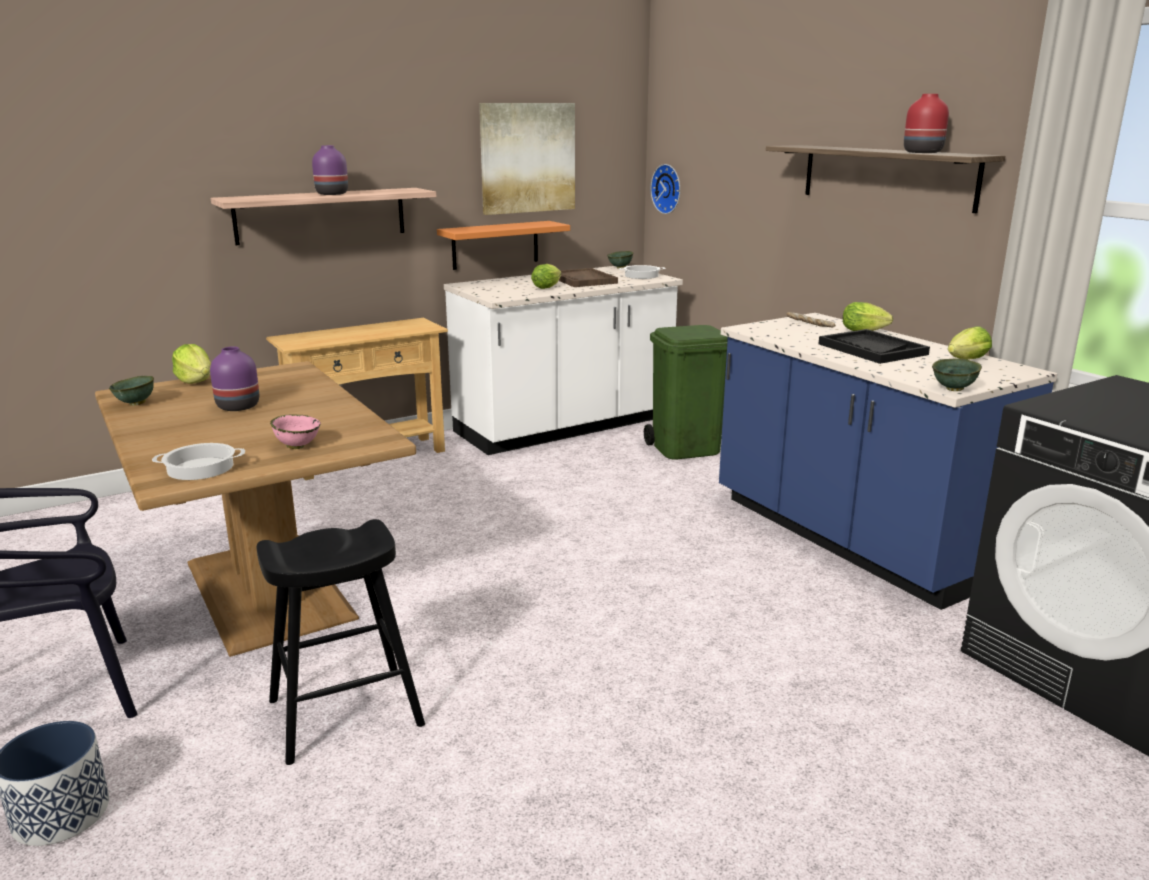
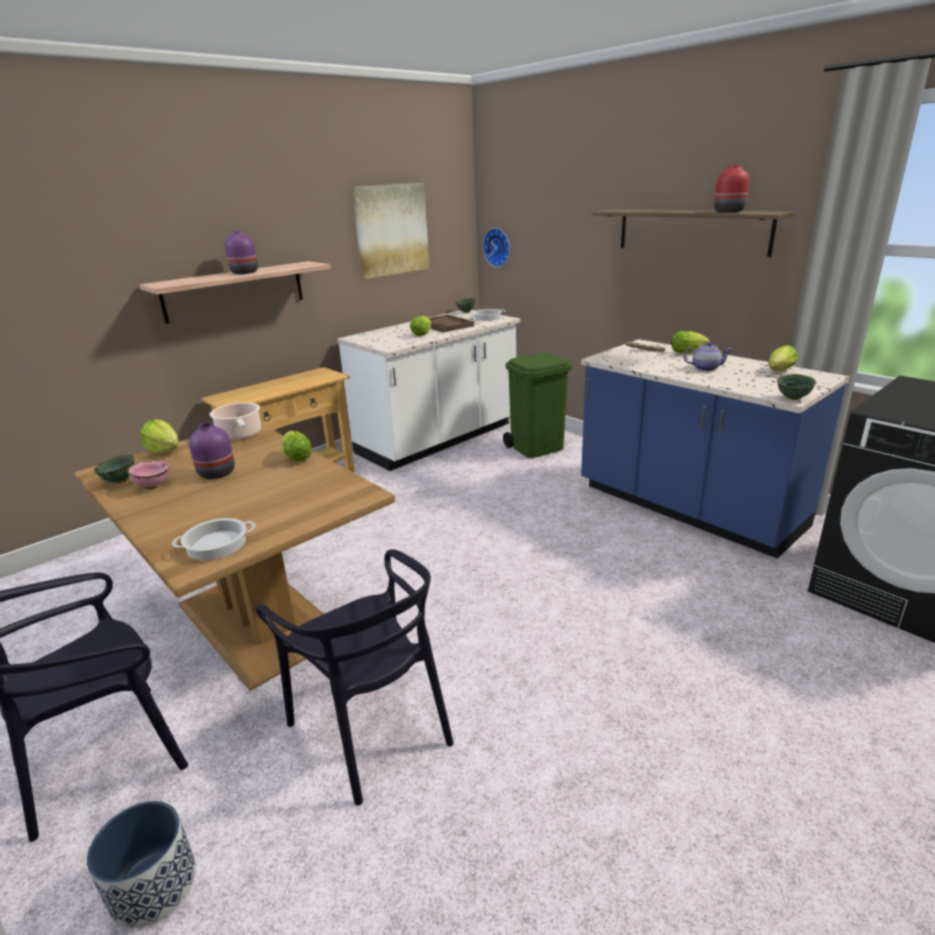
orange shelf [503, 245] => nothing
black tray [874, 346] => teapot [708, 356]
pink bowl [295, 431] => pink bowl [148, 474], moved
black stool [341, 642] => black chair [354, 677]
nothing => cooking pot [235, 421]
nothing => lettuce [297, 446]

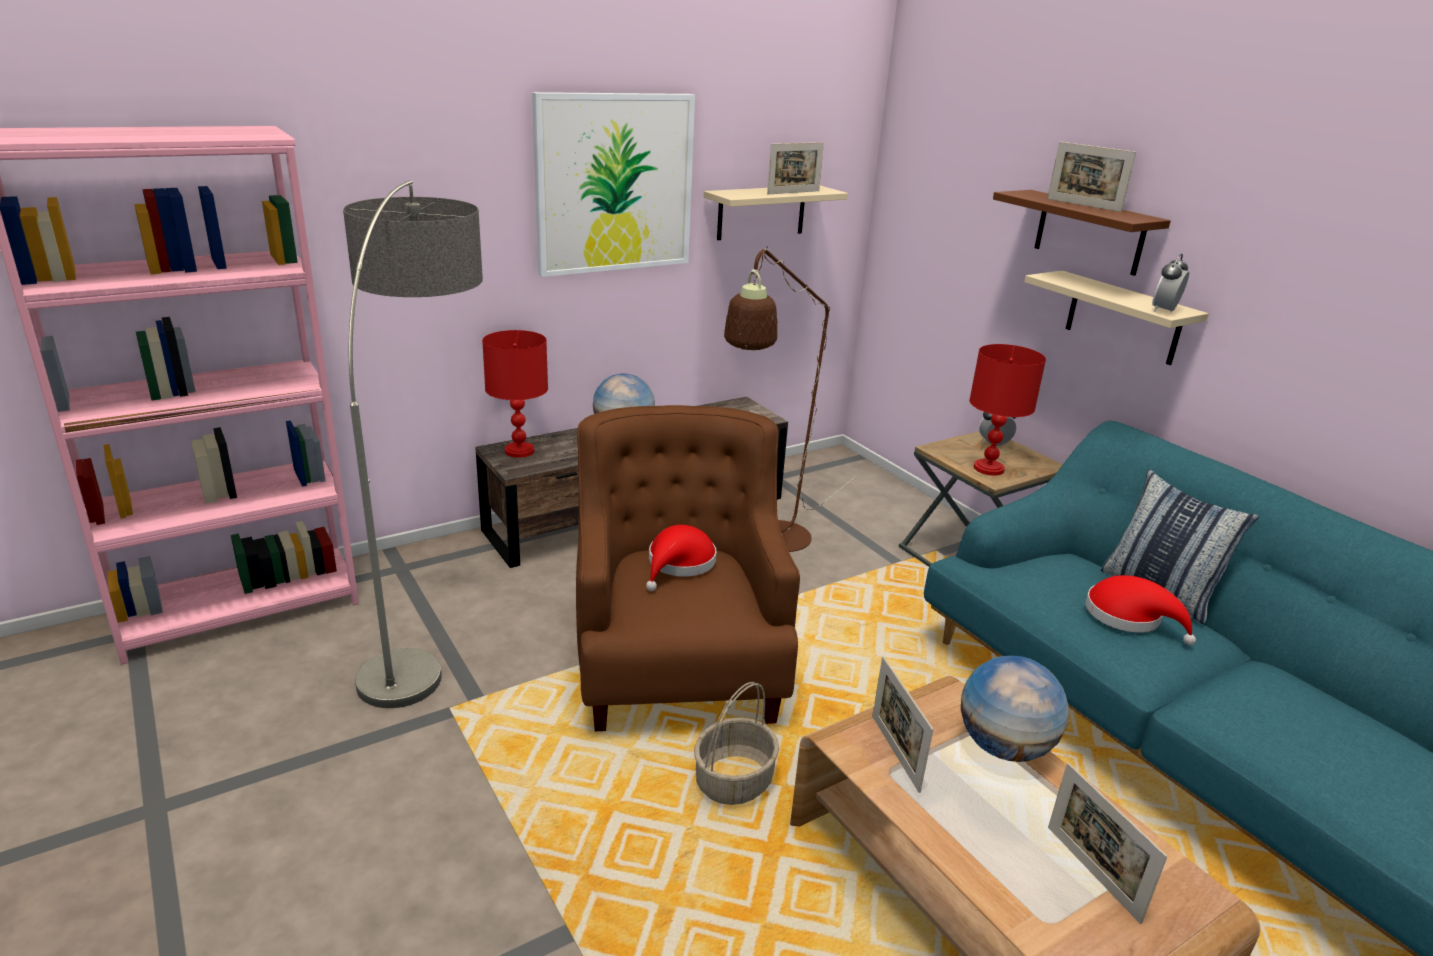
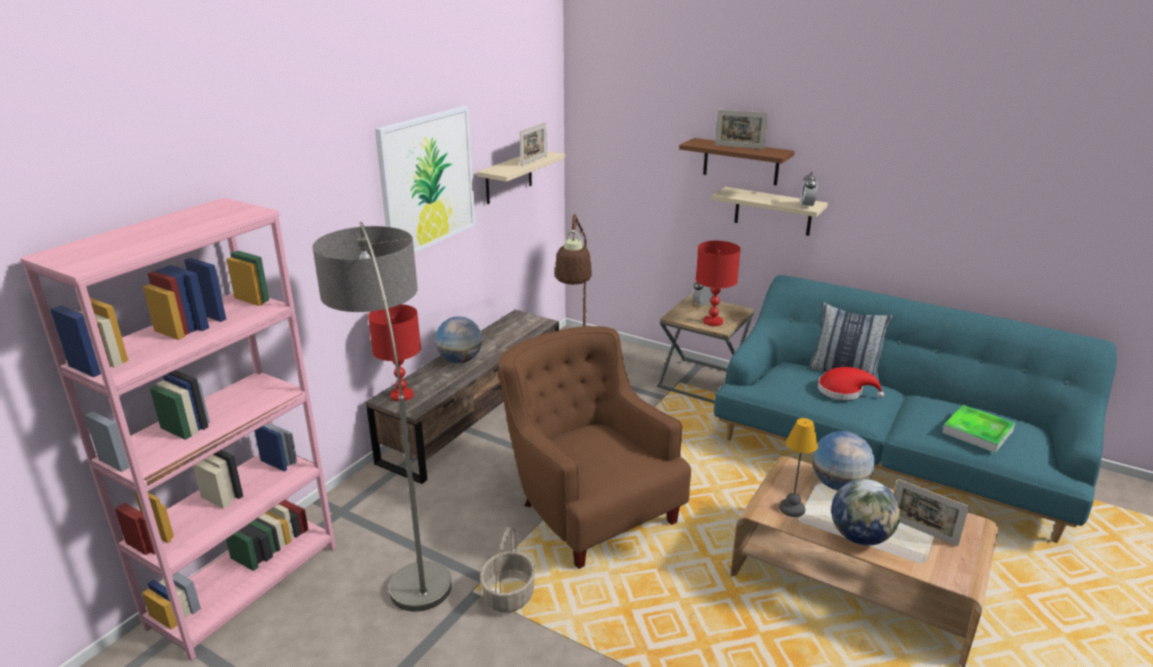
red hat [681, 558] => nothing
picture frame [902, 724] => table lamp [798, 467]
basket [736, 743] => basket [508, 569], moved
nothing => tray [978, 429]
nothing => globe [865, 512]

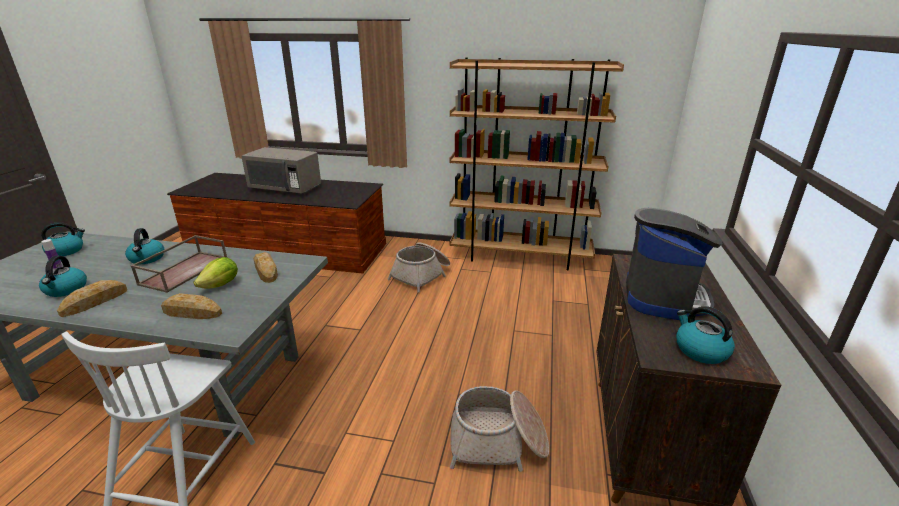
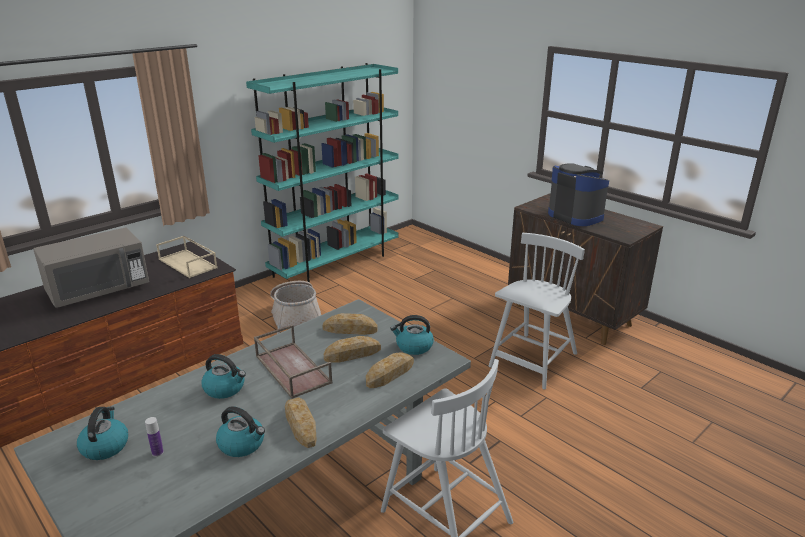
brown bookcase [537, 164] => turquoise bookcase [322, 173]
lettuce [215, 273] => bread [352, 349]
kettle [705, 335] => kettle [412, 335], moved
basket [499, 429] => white chair [537, 311]
nothing => beige tray [187, 257]

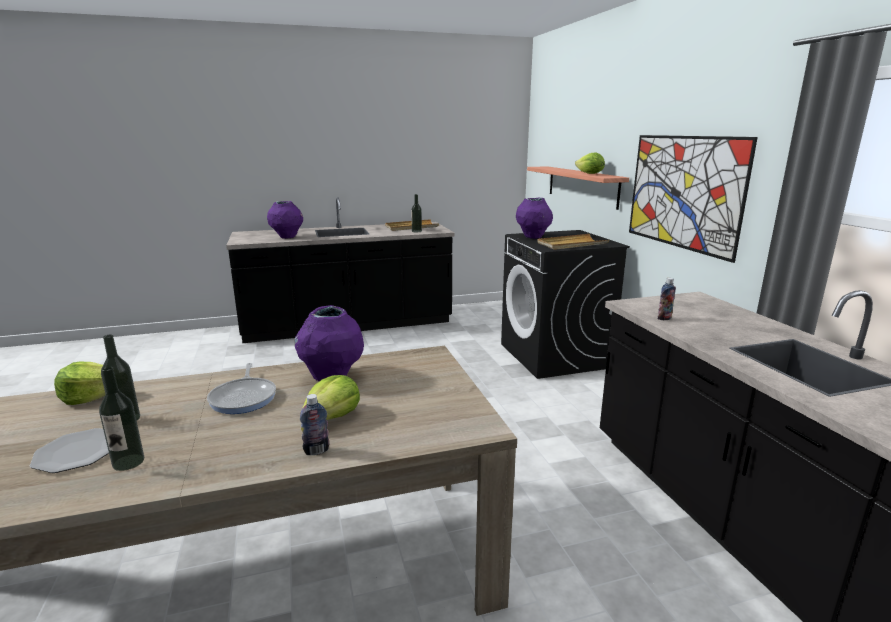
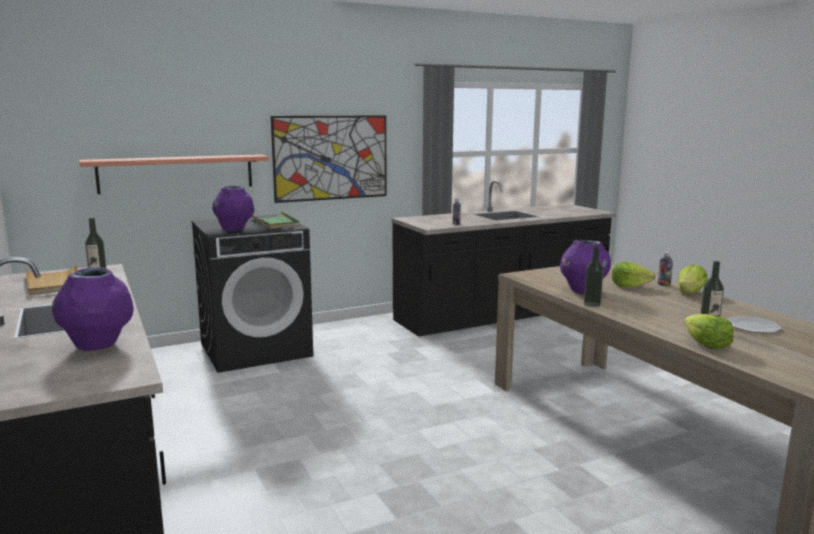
lettuce [590, 163] => lettuce [692, 279], moved
beige tray [573, 242] => green tray [276, 220]
frying pan [241, 388] => nothing
bottle [121, 419] => bottle [593, 276], moved

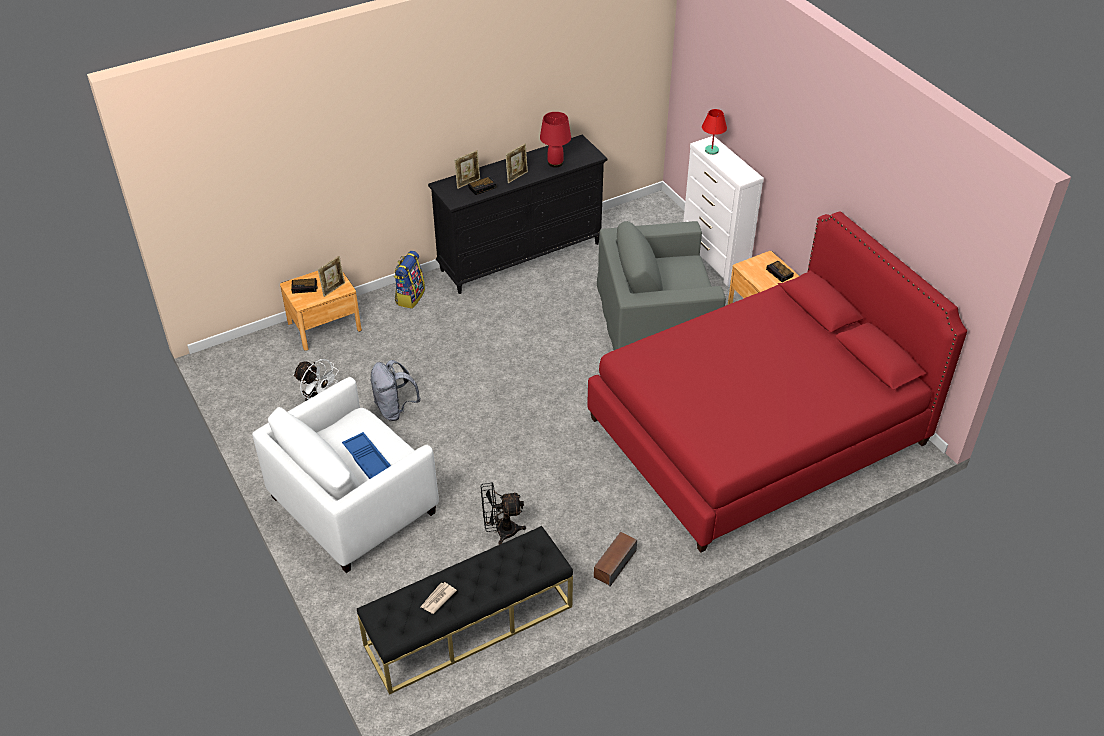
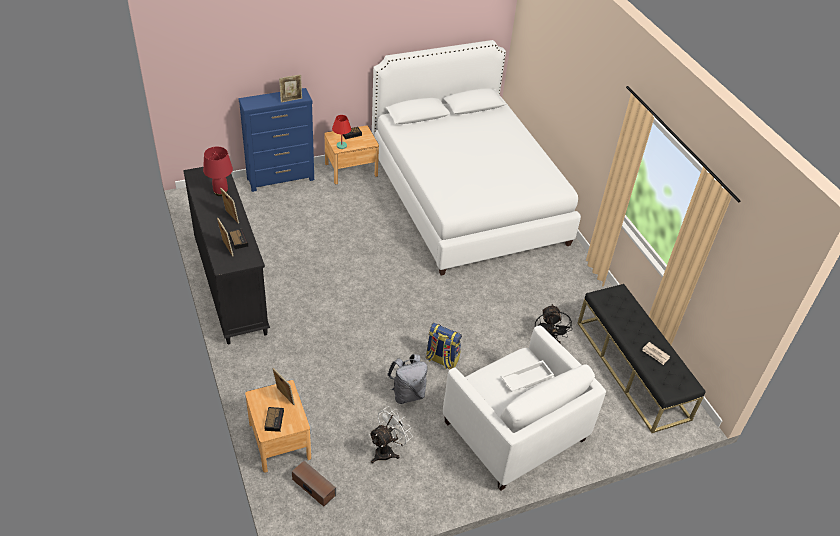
red table lamp [714, 132] => red table lamp [341, 132], moved
white dresser [723, 211] => blue dresser [276, 140]
red bed [777, 382] => white bed [476, 158]
grey armchair [661, 285] => nothing
backpack [409, 280] => backpack [444, 346], moved
blue tray [366, 455] => white tray [527, 375]
speaker [615, 559] => speaker [314, 484], moved
nothing => picture frame [290, 89]

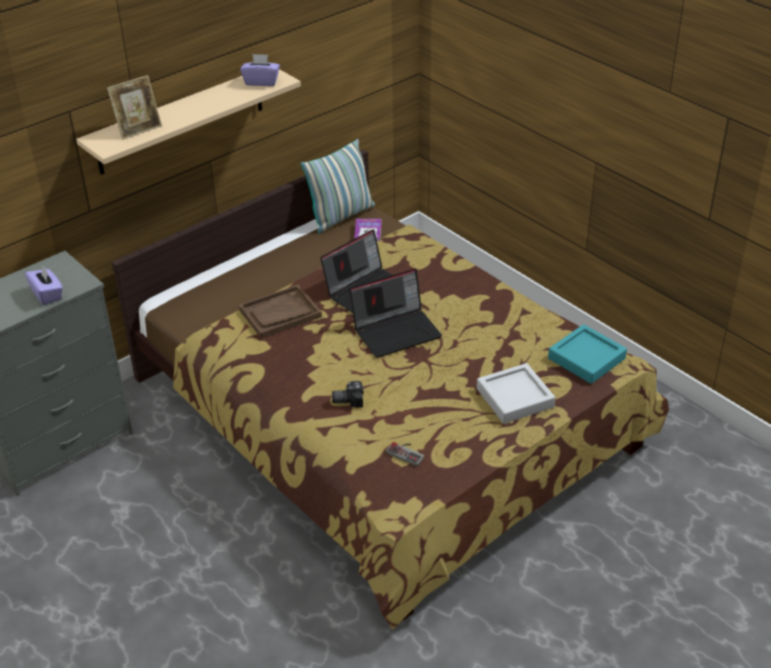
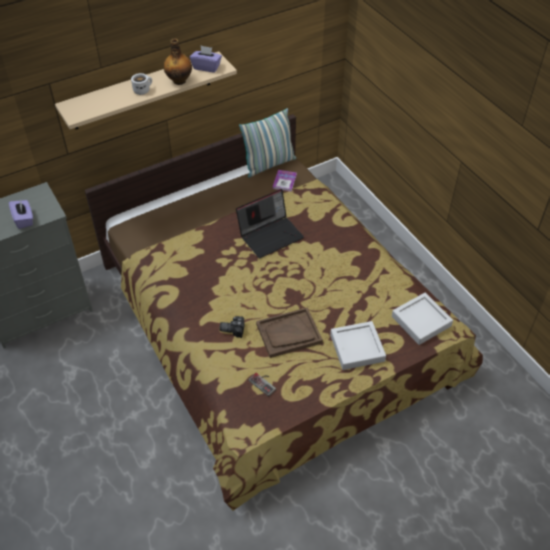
picture frame [134, 107] => nothing
laptop [395, 313] => nothing
brown tray [280, 312] => brown tray [289, 332], moved
turquoise tray [587, 354] => grey tray [422, 319]
nothing => bottle [178, 61]
nothing => white mug [141, 84]

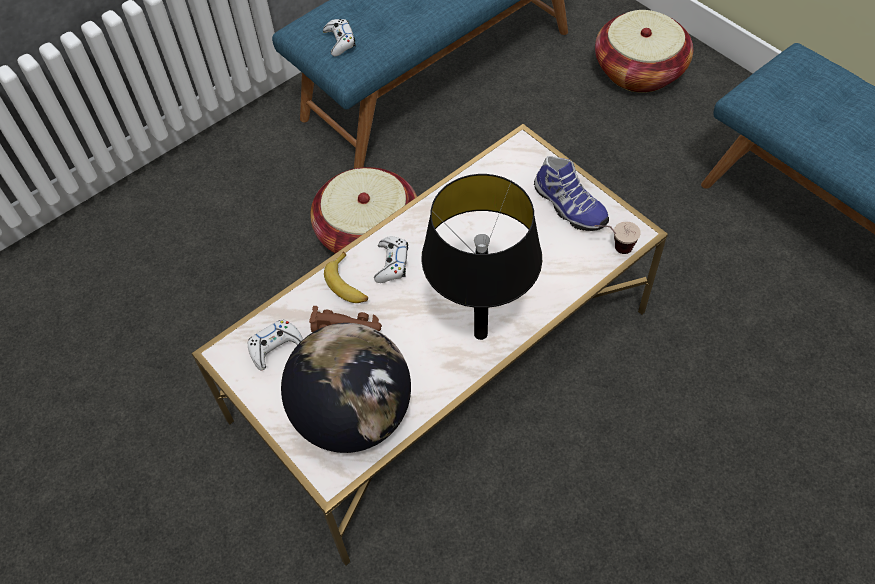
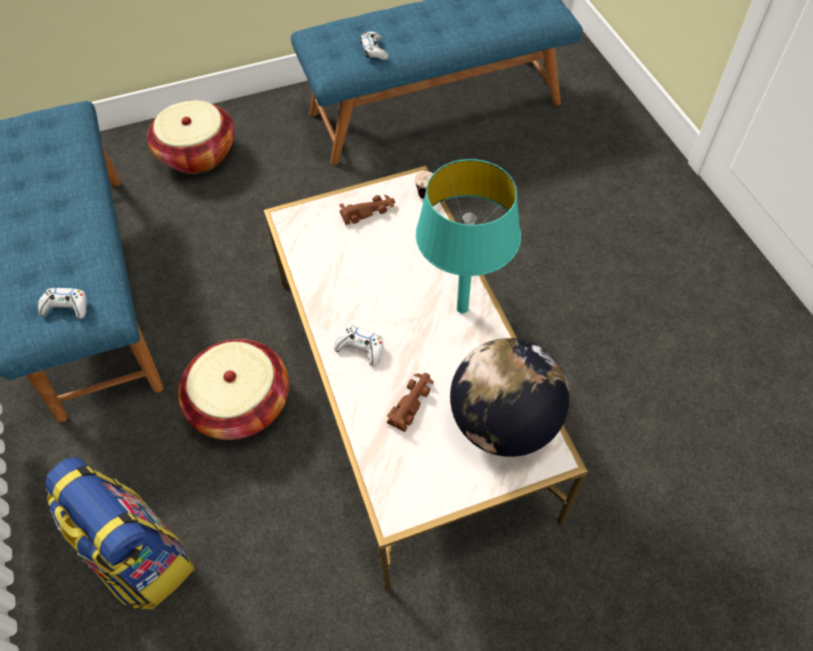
shoe [571, 193] => brown toy car [367, 210]
black table lamp [481, 257] => turquoise table lamp [468, 236]
banana [346, 277] => nothing
white game controller [275, 344] => white game controller [374, 45], moved
nothing => backpack [120, 533]

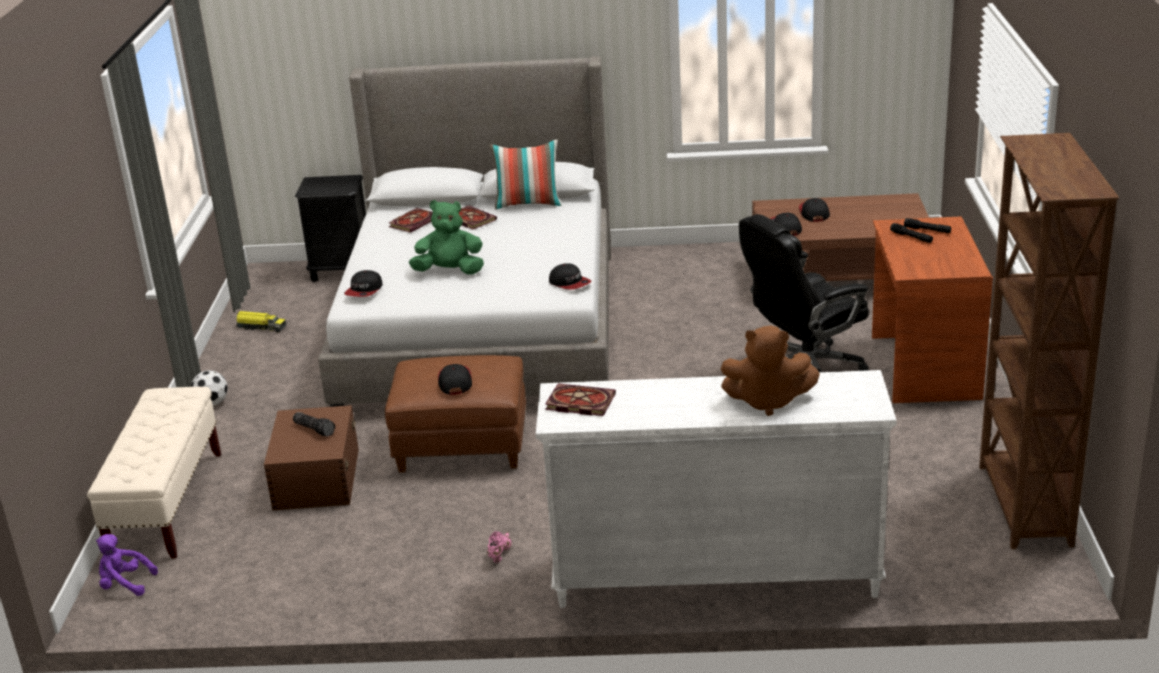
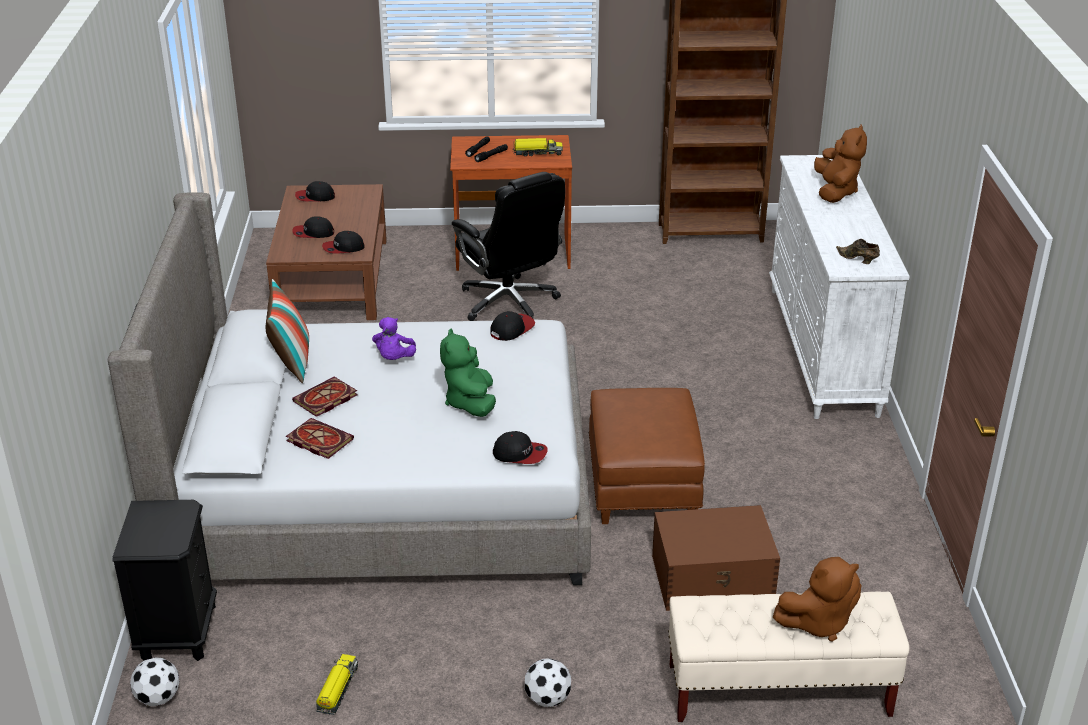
cap [455, 379] => cap [315, 191], moved
book [580, 399] => brown shoe [858, 251]
flashlight [314, 424] => nothing
pink shoe [499, 547] => nothing
purple plush toy [127, 565] => purple plush toy [394, 338], moved
nothing => toy truck [538, 147]
nothing => brown plush toy [816, 599]
nothing => football [155, 681]

